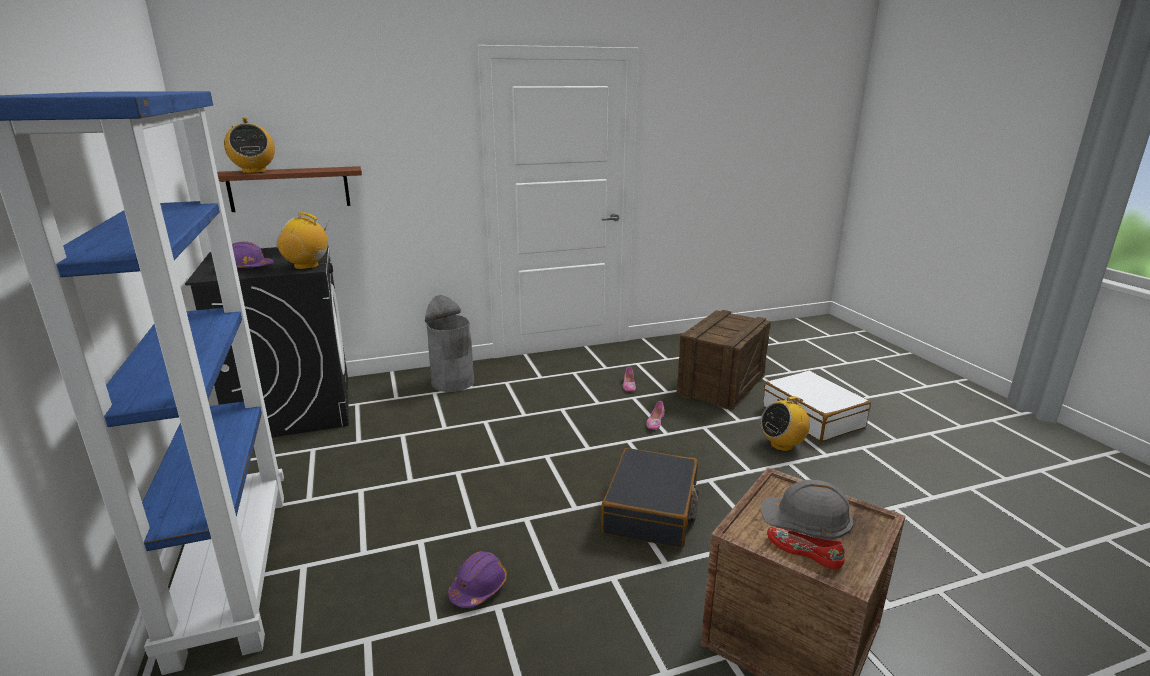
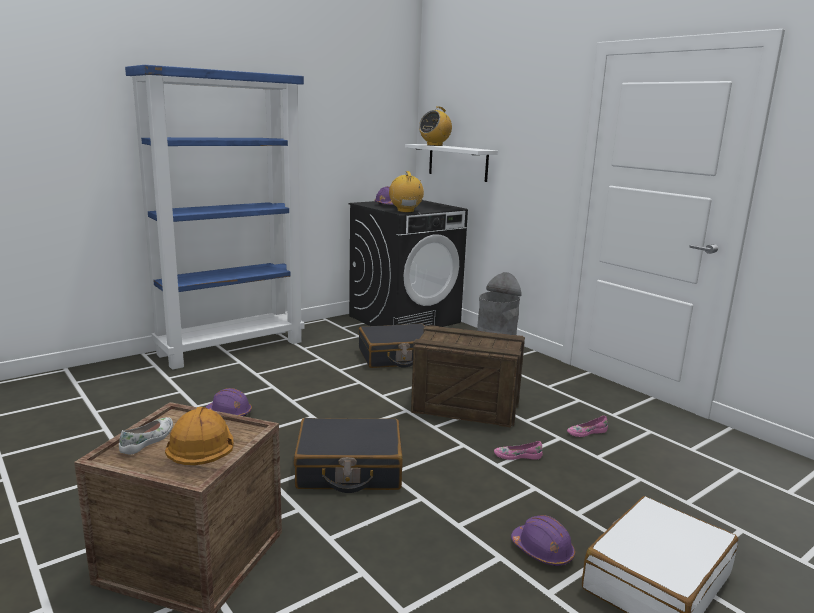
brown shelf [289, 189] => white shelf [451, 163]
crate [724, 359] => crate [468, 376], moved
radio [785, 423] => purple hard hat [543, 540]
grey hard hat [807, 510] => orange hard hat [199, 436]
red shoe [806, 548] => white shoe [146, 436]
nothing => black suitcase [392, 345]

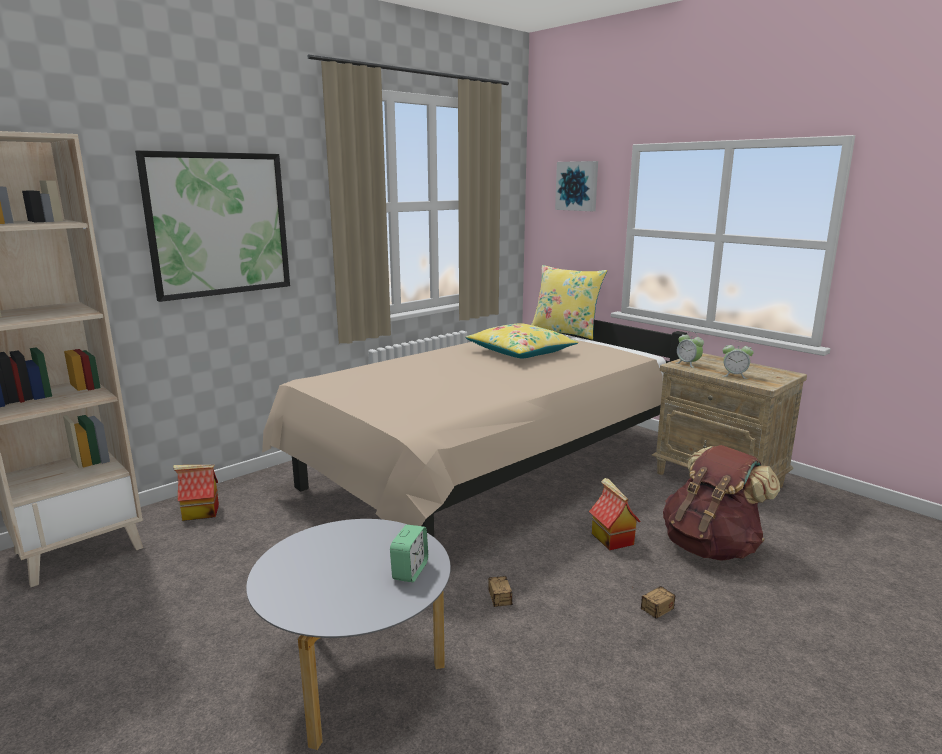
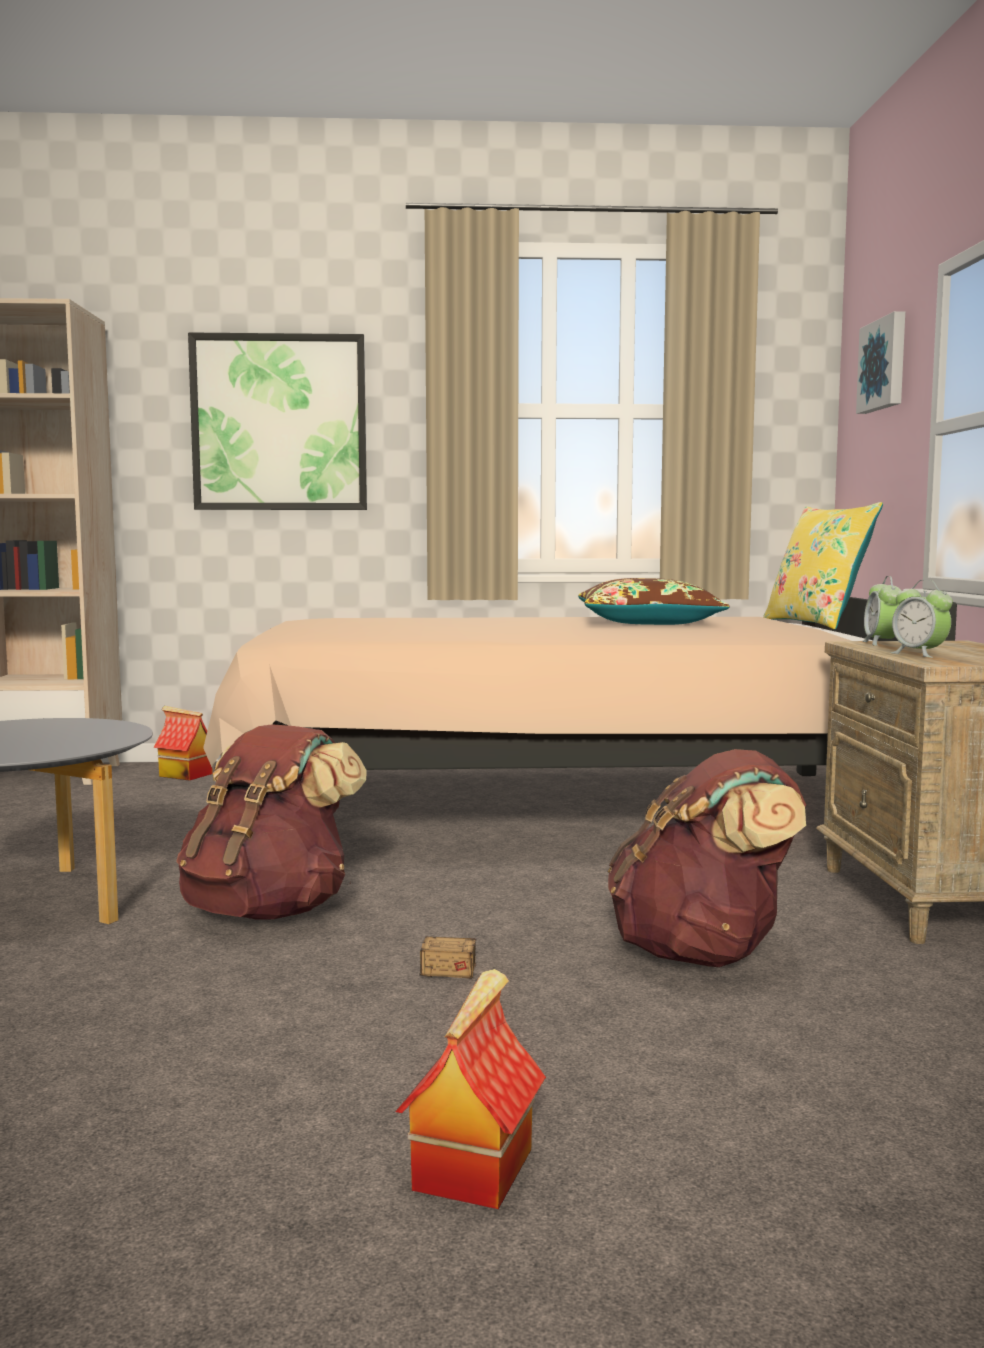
yellow pillow [522, 340] => brown pillow [653, 601]
toy house [615, 514] => toy house [470, 1089], moved
alarm clock [409, 553] => nothing
storage box [505, 591] => brown backpack [271, 821]

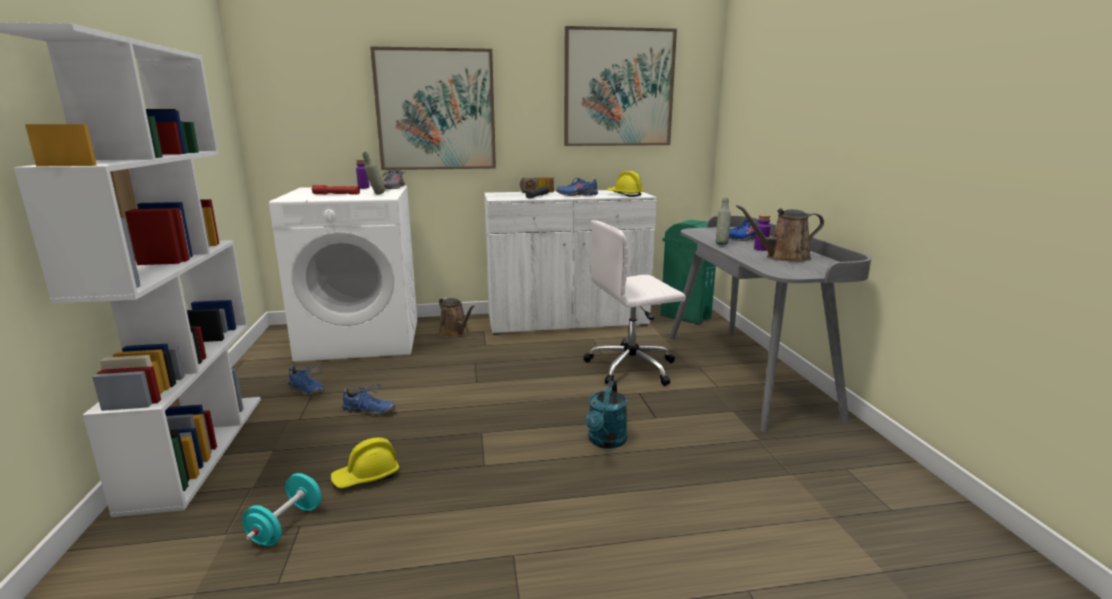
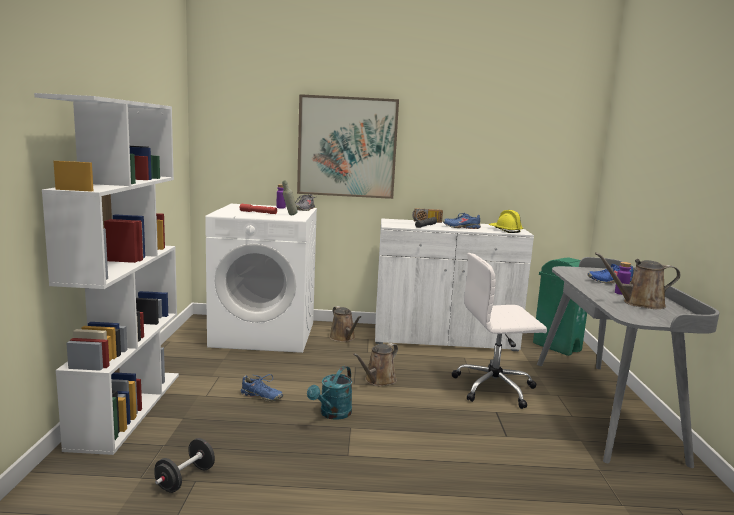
picture [620, 86] => nothing
grey bottle [723, 221] => nothing
blue shoe [303, 381] => nothing
turquoise watering can [606, 414] => turquoise watering can [329, 393], moved
yellow hard hat [365, 463] => nothing
turquoise dumbbell [282, 509] => black dumbbell [184, 465]
nothing => brown watering can [375, 364]

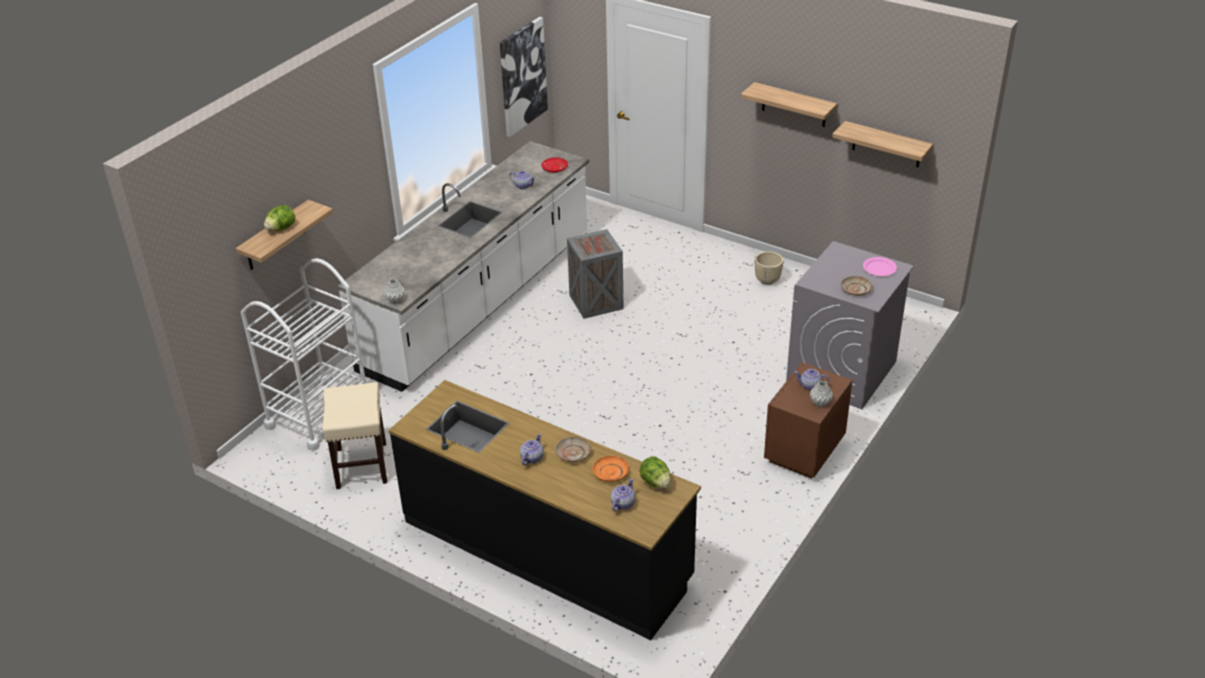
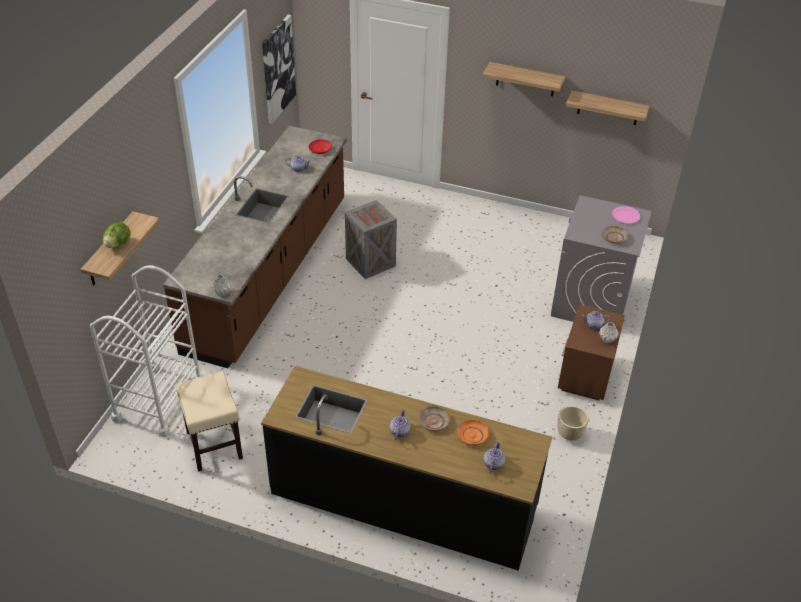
white counter [463, 266] => brown counter [255, 247]
beige planter [769, 268] => beige planter [573, 423], moved
lettuce [655, 472] => nothing

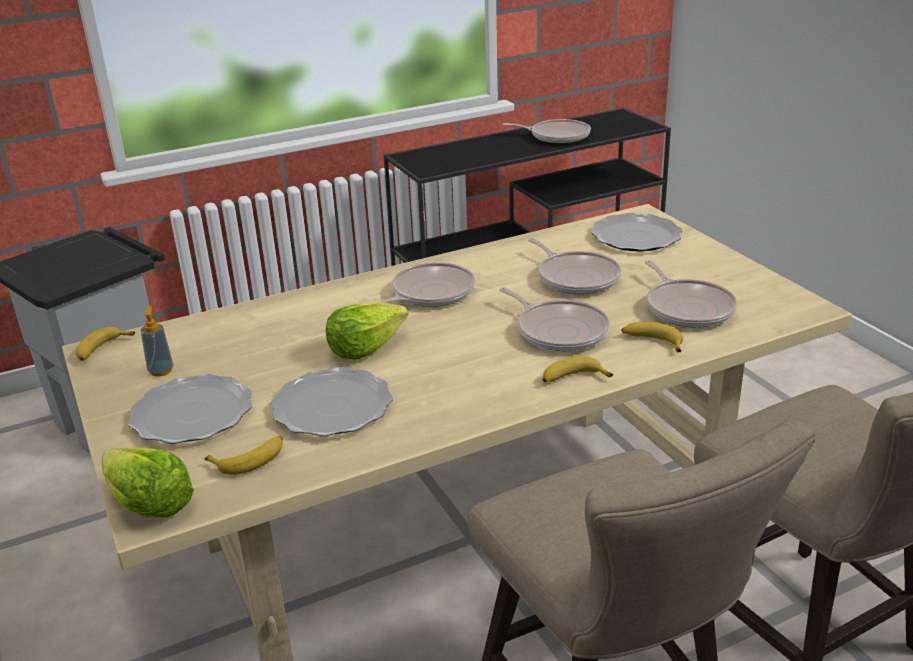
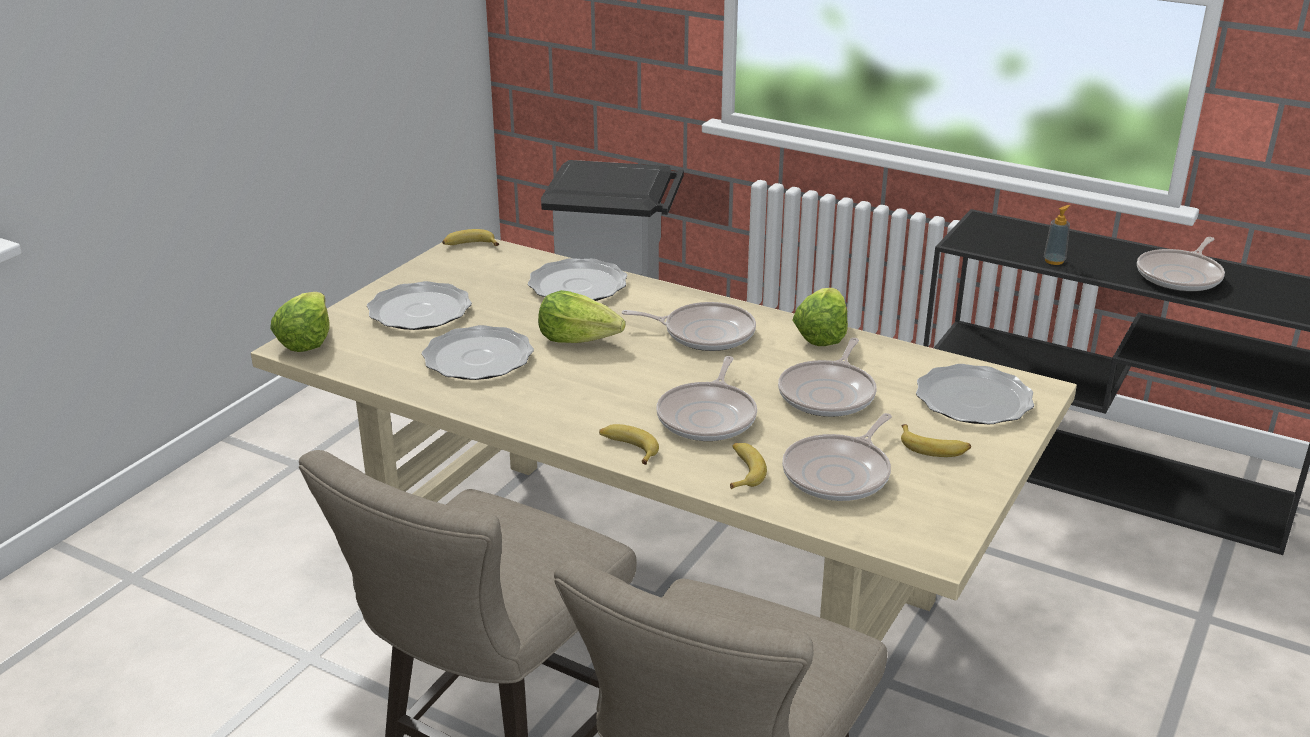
frying pan [546, 131] => frying pan [1181, 264], 60 degrees clockwise
soap dispenser [157, 341] => soap dispenser [1057, 235], moved
banana [244, 455] => banana [936, 440], moved
nothing => plate [577, 279]
nothing => lettuce [820, 317]

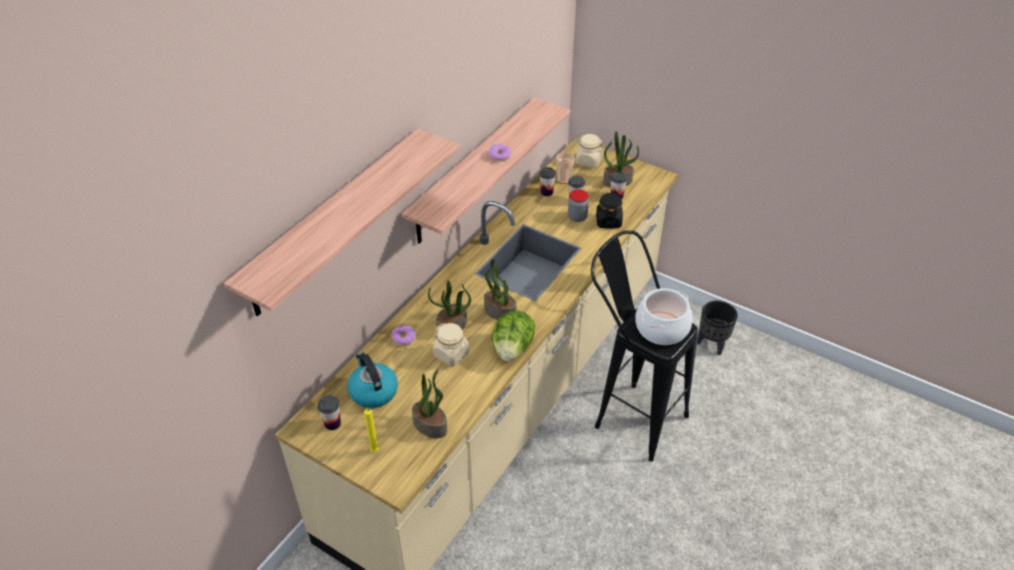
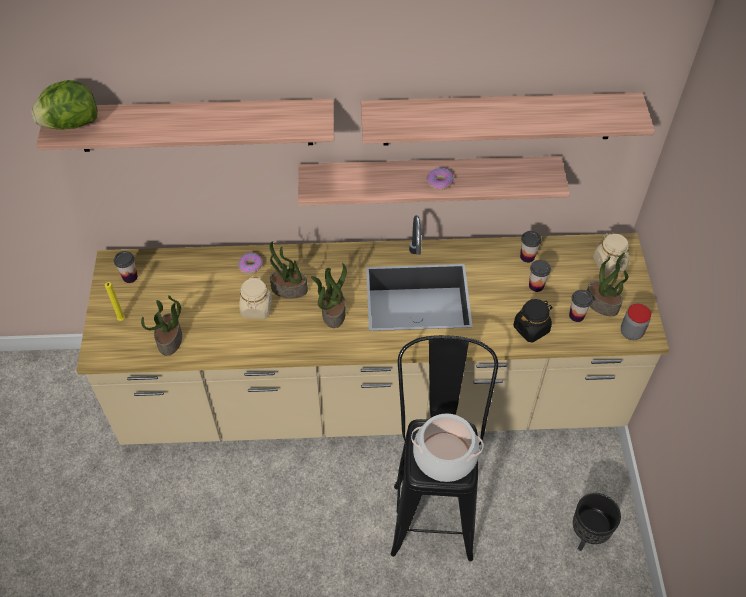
cup [565, 168] => nothing
jar [578, 205] => jar [636, 322], moved
lettuce [513, 335] => lettuce [64, 105], moved
kettle [372, 380] => nothing
nothing => shelf [508, 119]

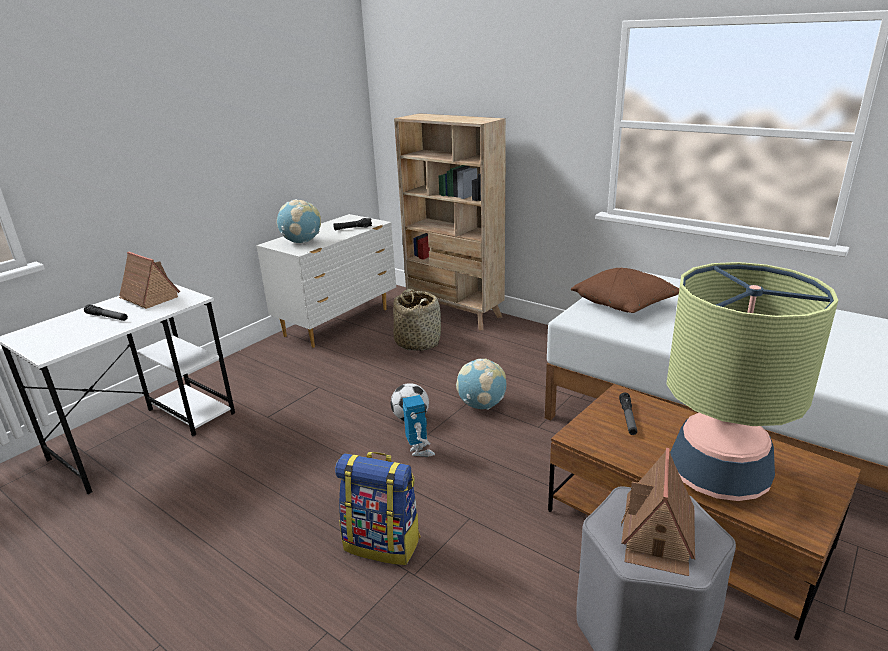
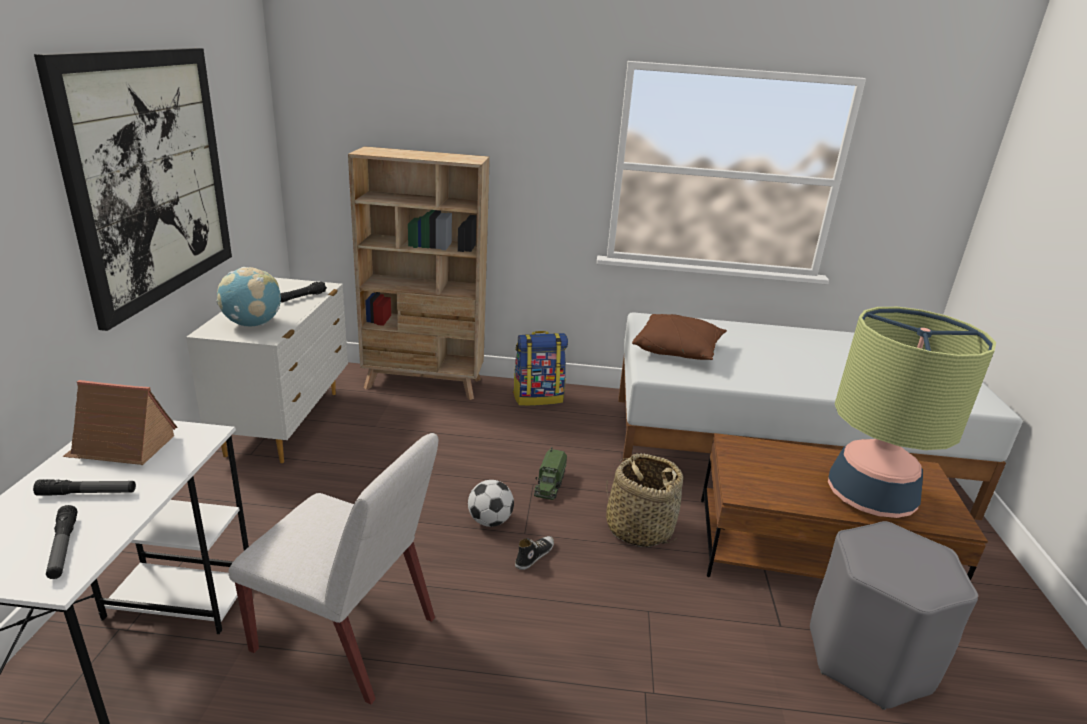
basket [417, 320] => basket [644, 500], moved
globe [481, 384] => toy truck [550, 473]
flashlight [628, 414] => flashlight [61, 542], moved
toy robot [419, 426] => shoe [534, 553]
toy house [658, 512] => nothing
backpack [377, 508] => backpack [540, 368], moved
nothing => picture [133, 189]
nothing => white chair [333, 568]

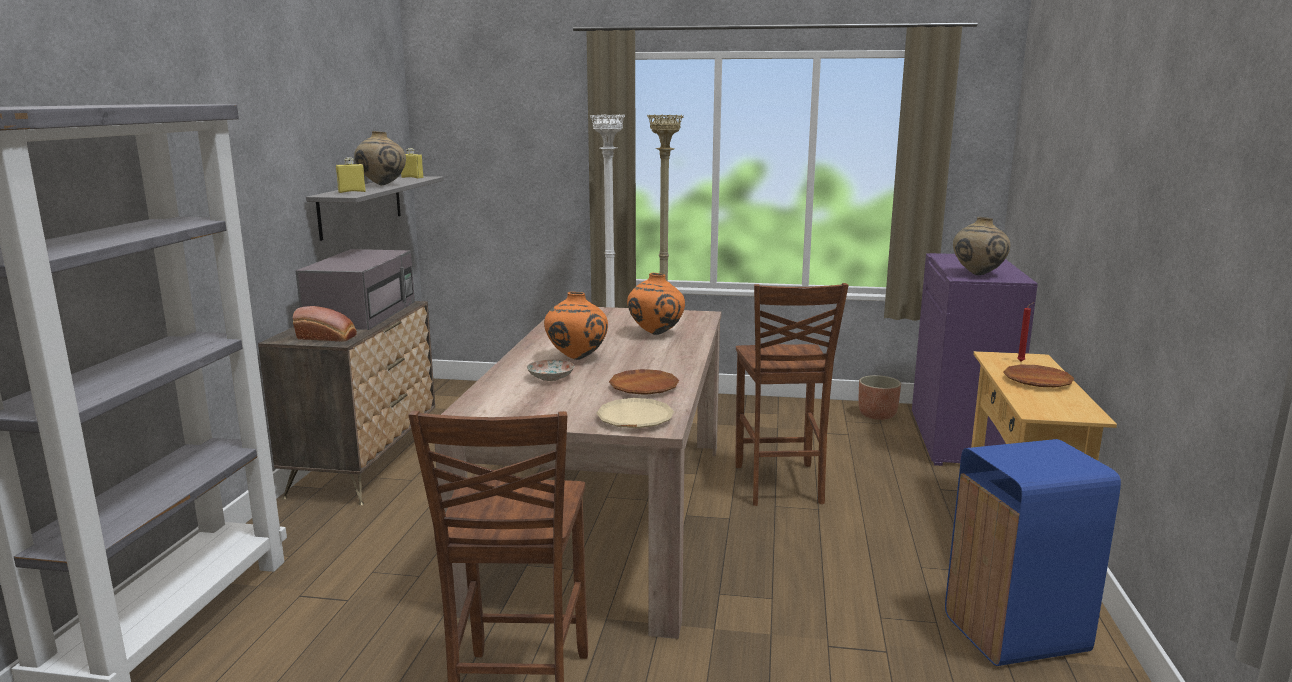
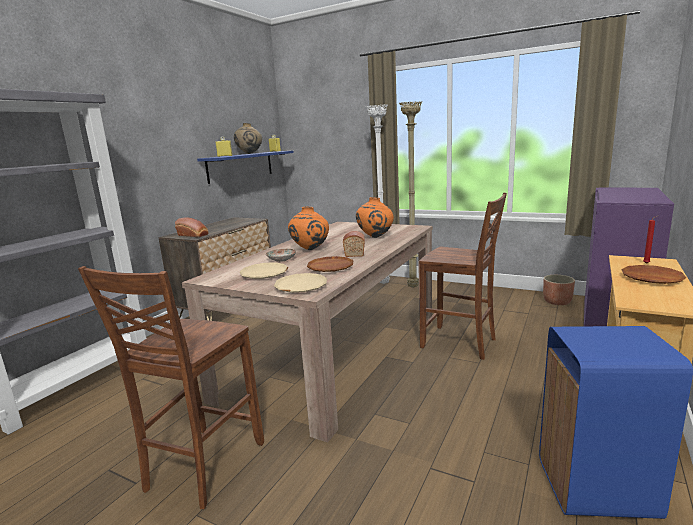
grey shelf [375, 208] => blue shelf [245, 167]
beige vase [981, 246] => nothing
grey microwave [355, 289] => nothing
brown chair [792, 394] => brown chair [463, 276], 75 degrees counterclockwise
nothing => bread [354, 244]
nothing => beige plate [263, 270]

